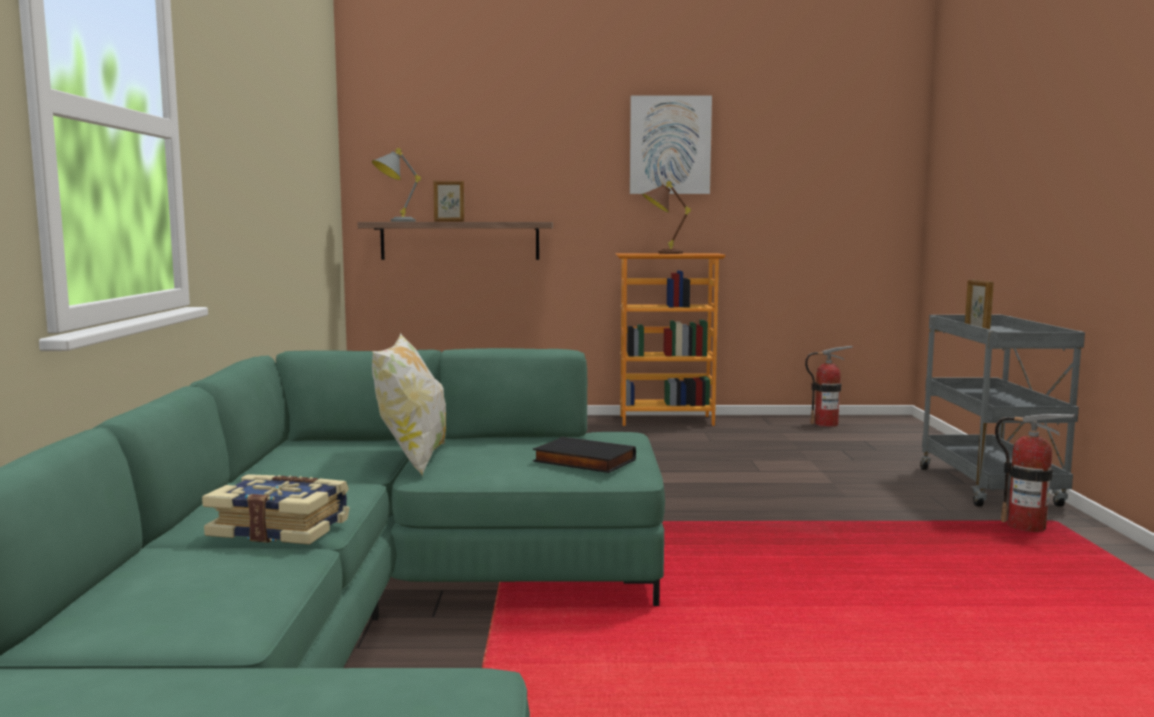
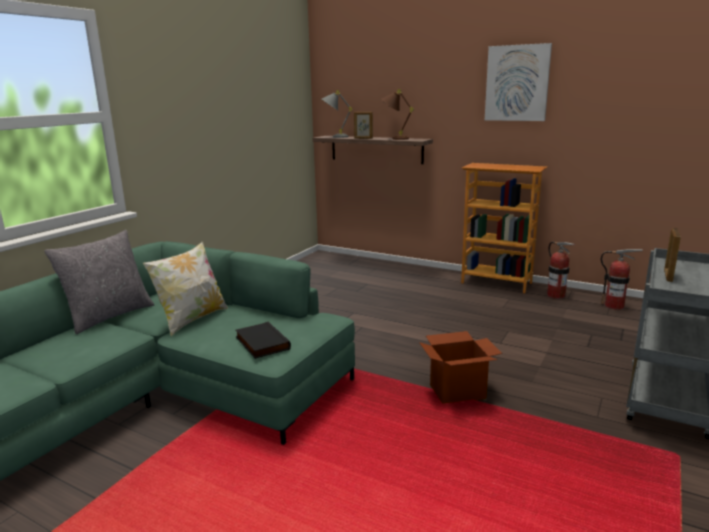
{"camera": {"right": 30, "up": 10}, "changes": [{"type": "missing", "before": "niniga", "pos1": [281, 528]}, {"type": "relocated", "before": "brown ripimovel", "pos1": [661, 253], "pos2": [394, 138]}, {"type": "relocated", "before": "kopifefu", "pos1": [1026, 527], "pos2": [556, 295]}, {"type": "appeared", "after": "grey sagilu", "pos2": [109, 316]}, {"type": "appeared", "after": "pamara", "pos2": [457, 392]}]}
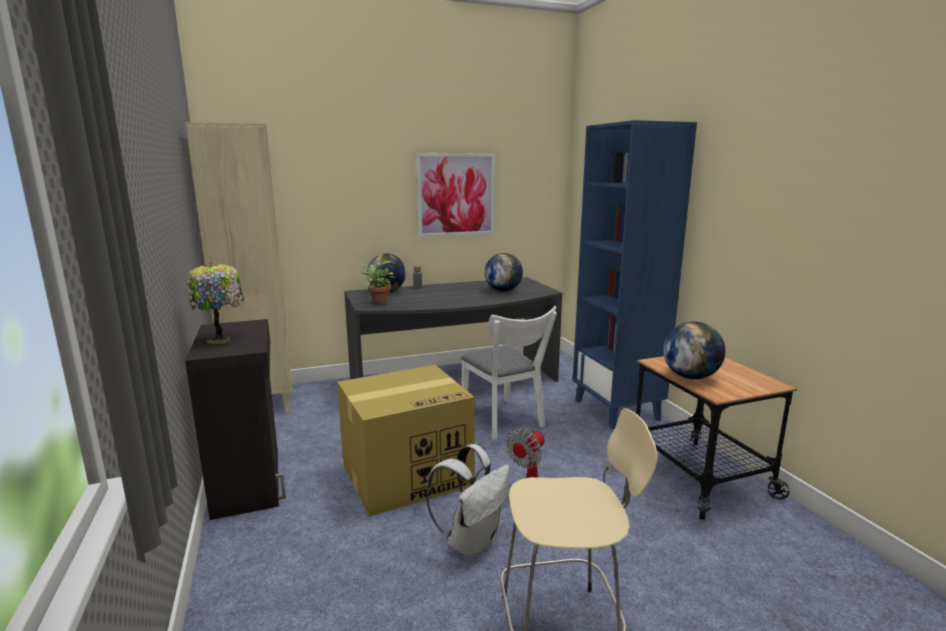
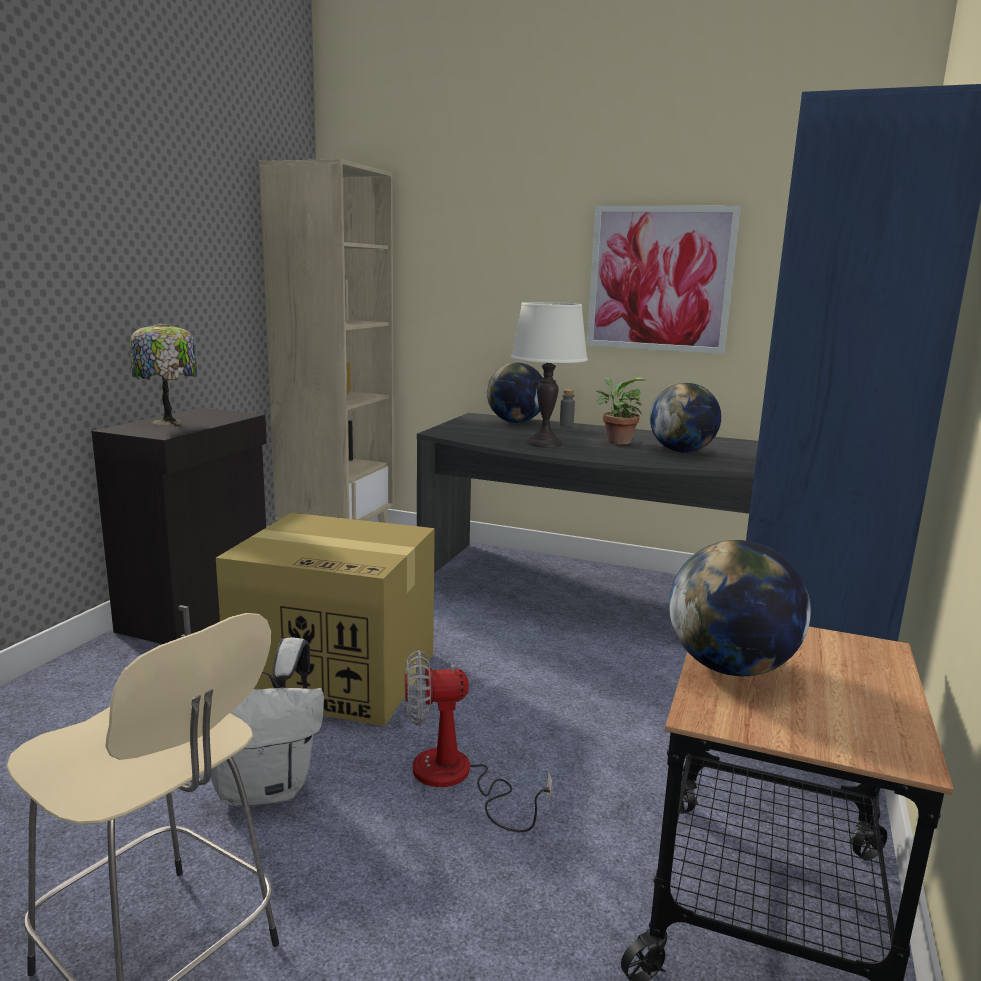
{"camera": {"right": 40, "up": 0}, "changes": [{"type": "relocated", "before": "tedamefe", "pos1": [378, 302], "pos2": [616, 441]}, {"type": "missing", "before": "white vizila", "pos1": [505, 421]}, {"type": "appeared", "after": "white ripimovel", "pos2": [545, 443]}]}
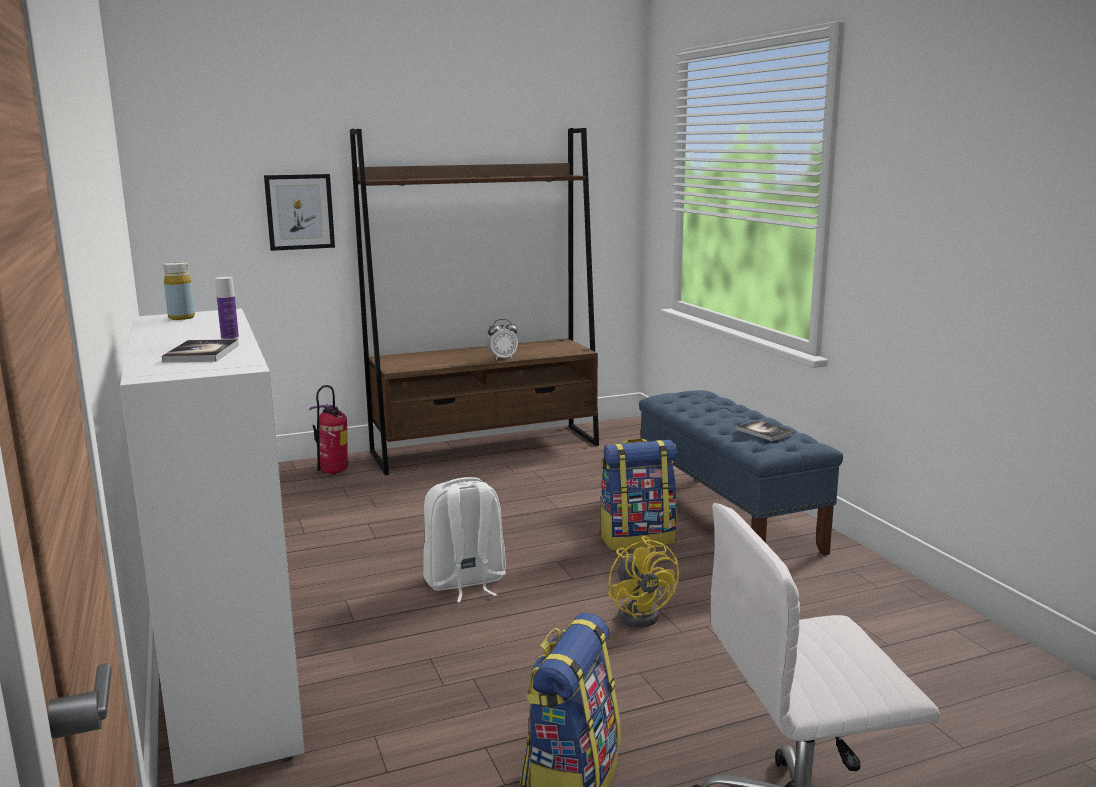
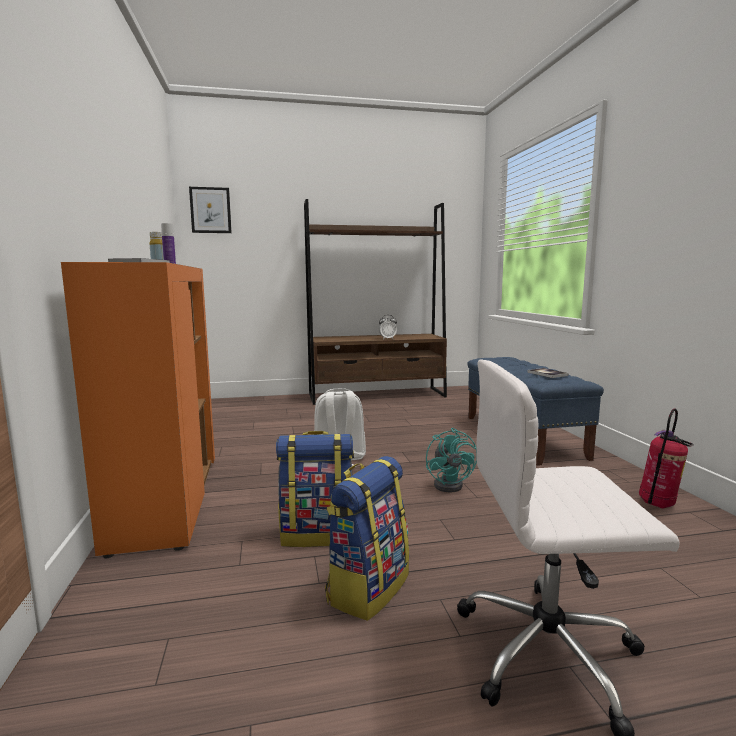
{"camera": {"right": 10, "up": -5}, "changes": [{"type": "colour", "before": "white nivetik", "after": "orange nivetik", "pos1": [229, 682], "pos2": [167, 501]}, {"type": "relocated", "before": "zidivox", "pos1": [299, 212], "pos2": [210, 210]}, {"type": "relocated", "before": "kopifefu", "pos1": [333, 473], "pos2": [658, 506]}, {"type": "relocated", "before": "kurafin", "pos1": [637, 539], "pos2": [318, 534]}, {"type": "colour", "before": "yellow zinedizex", "after": "turquoise zinedizex", "pos1": [642, 613], "pos2": [451, 484]}]}
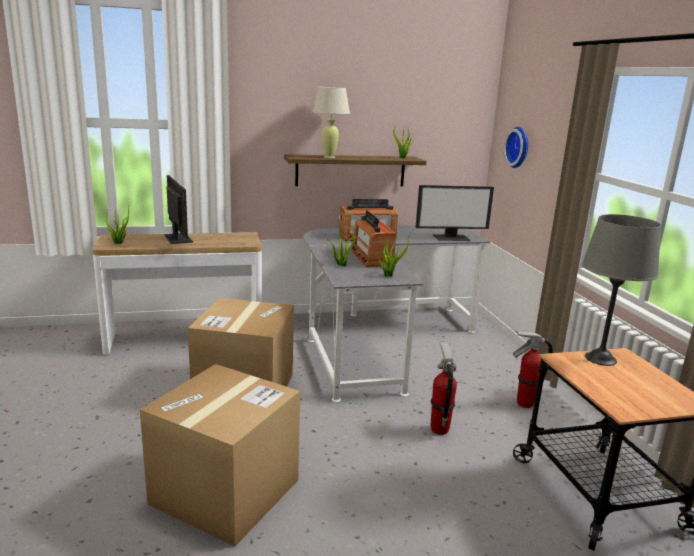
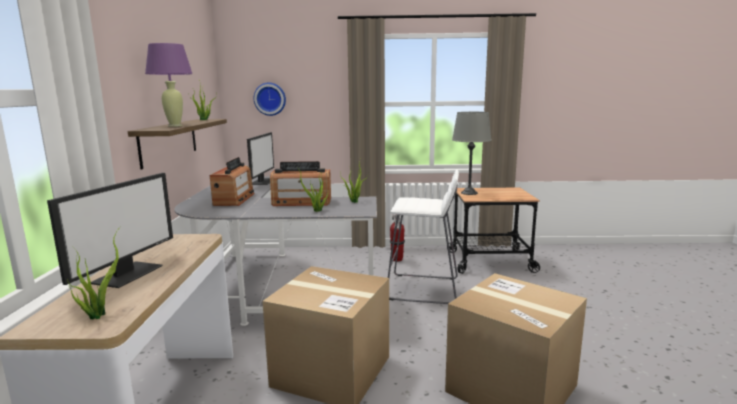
{"camera": {"right": -75, "up": -5}, "changes": [{"type": "spun", "before": "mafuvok", "pos1": [177, 238], "pos2": [127, 274], "turn": 120}, {"type": "colour", "before": "beige ripimovel", "after": "purple ripimovel", "pos1": [329, 157], "pos2": [175, 126]}, {"type": "exchanged", "before": "kopifefu", "after": "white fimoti", "pos1": [439, 429], "pos2": [424, 289]}]}
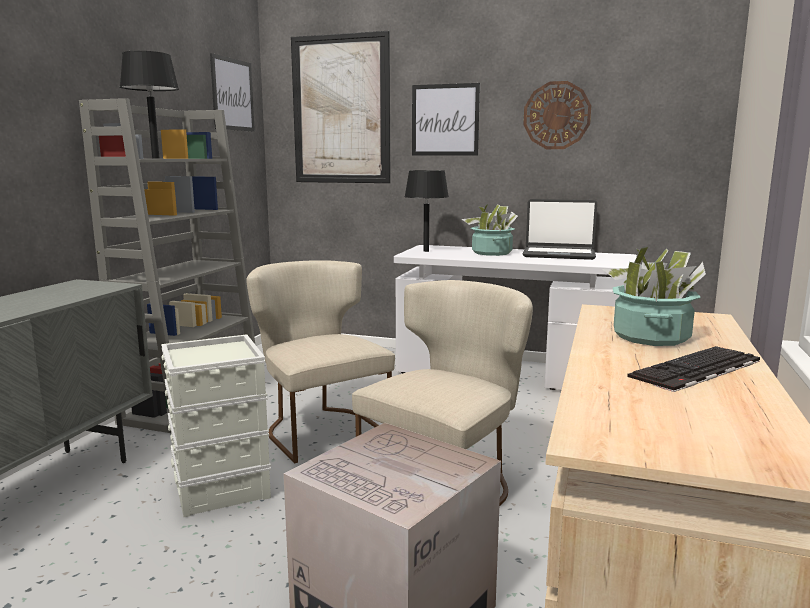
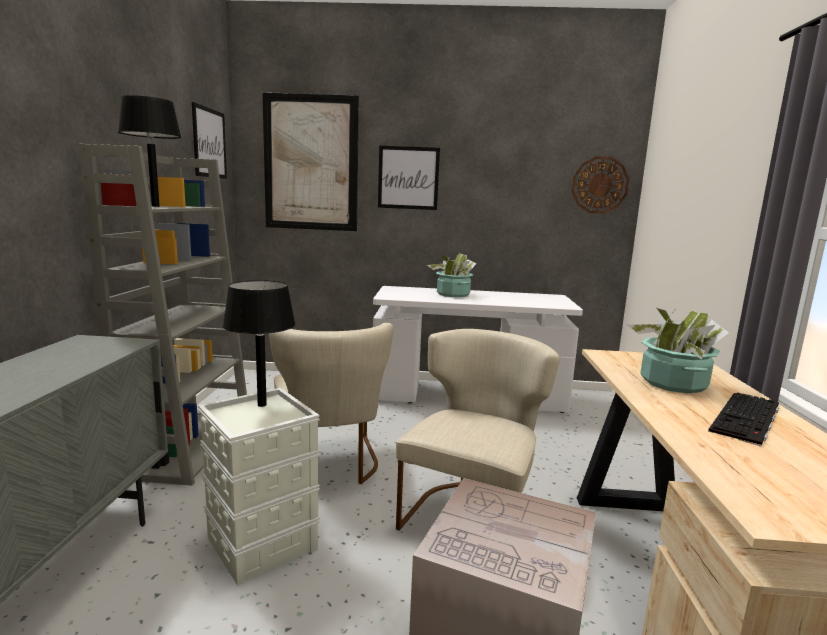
{"camera": {"right": -15, "up": 0}, "changes": [{"type": "spun", "before": "beige vizila", "pos1": [320, 429], "pos2": [330, 465], "turn": -150}, {"type": "relocated", "before": "black ripimovel", "pos1": [426, 251], "pos2": [261, 405]}, {"type": "relocated", "before": "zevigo", "pos1": [556, 115], "pos2": [599, 185]}, {"type": "missing", "before": "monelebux", "pos1": [559, 254]}]}
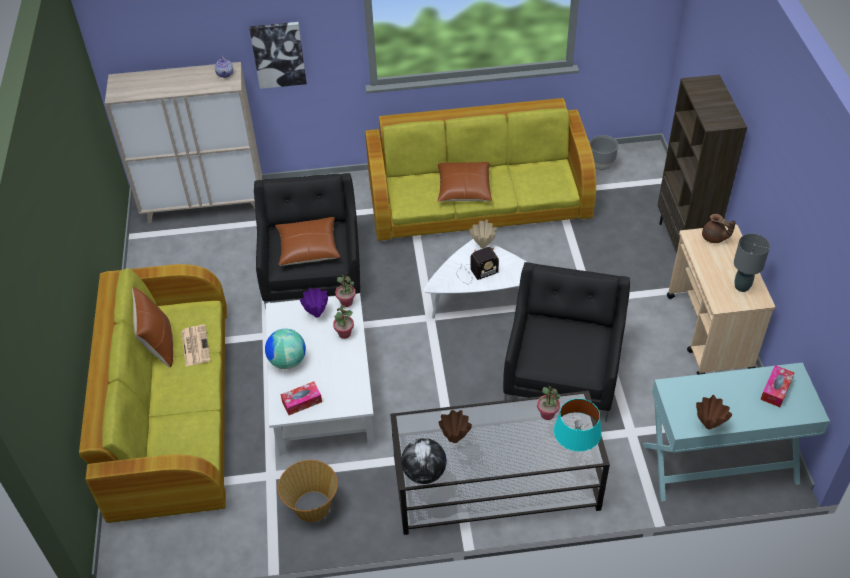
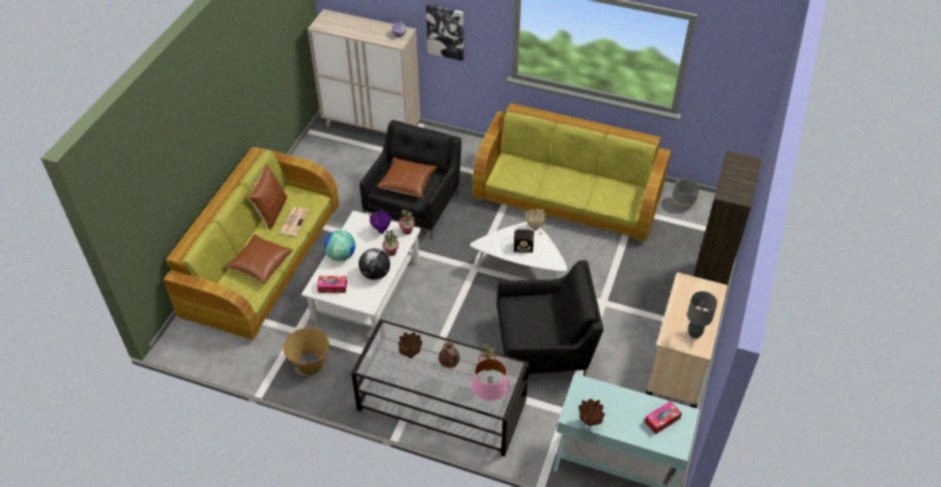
{"camera": {"right": 25, "up": 0}, "changes": [{"type": "relocated", "before": "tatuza", "pos1": [424, 473], "pos2": [375, 274]}, {"type": "relocated", "before": "brown sagilu", "pos1": [464, 189], "pos2": [260, 264]}, {"type": "spun", "before": "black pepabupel", "pos1": [563, 372], "pos2": [545, 346], "turn": 45}, {"type": "colour", "before": "turquoise ripimovel", "after": "pink ripimovel", "pos1": [575, 448], "pos2": [490, 398]}, {"type": "relocated", "before": "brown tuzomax", "pos1": [714, 238], "pos2": [449, 362]}]}
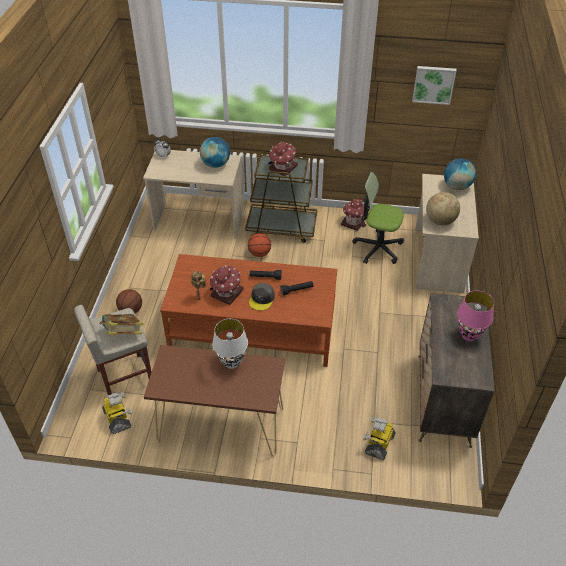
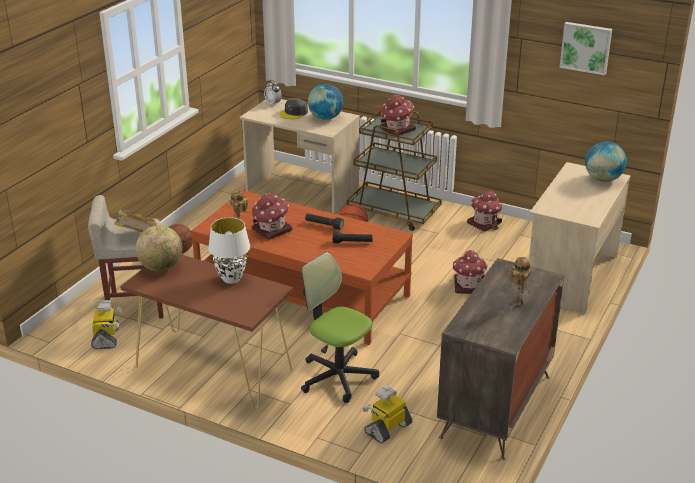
{"camera": {"right": 20, "up": -15}, "changes": [{"type": "relocated", "before": "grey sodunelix", "pos1": [262, 299], "pos2": [294, 113]}, {"type": "relocated", "before": "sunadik", "pos1": [378, 248], "pos2": [337, 376]}, {"type": "relocated", "before": "tatuza", "pos1": [440, 221], "pos2": [161, 267]}, {"type": "exchanged", "before": "pink ripimovel", "after": "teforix", "pos1": [468, 336], "pos2": [517, 302]}, {"type": "appeared", "after": "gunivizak", "pos2": [468, 285]}]}
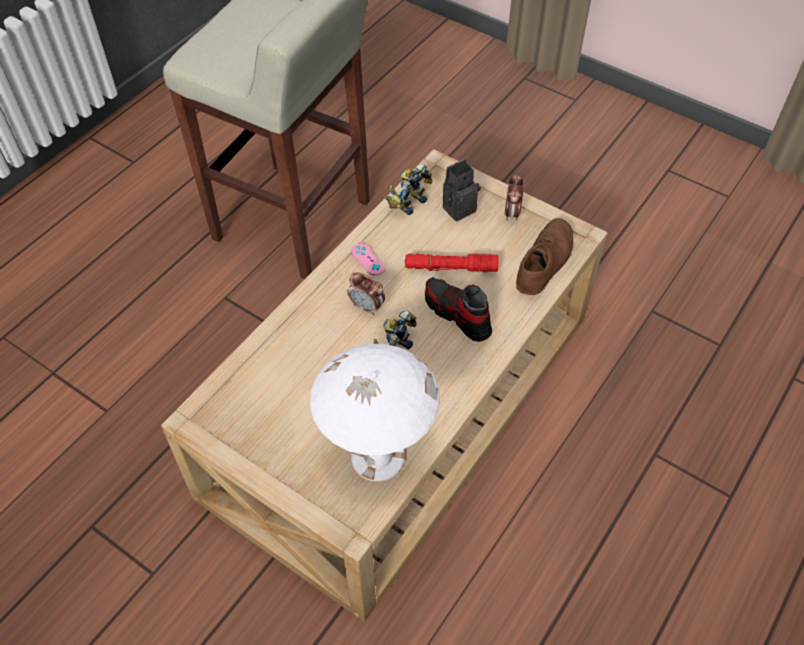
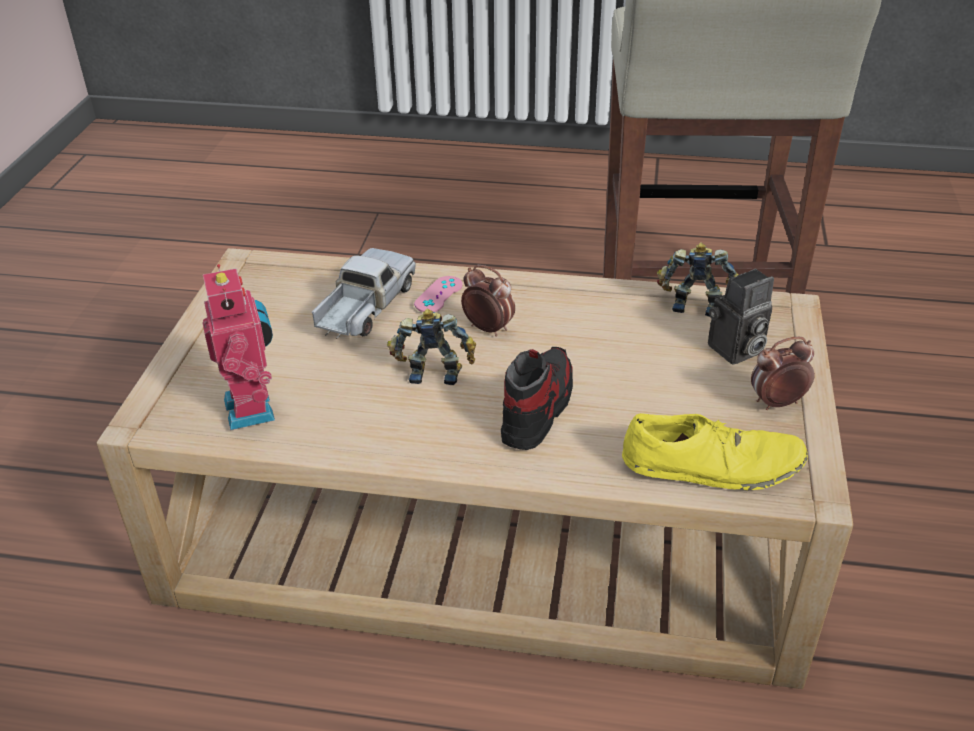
{"camera": {"right": 65, "up": -15}, "changes": [{"type": "exchanged", "before": "white ripimovel", "after": "teforix", "pos1": [376, 457], "pos2": [254, 408]}, {"type": "spun", "before": "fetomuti", "pos1": [367, 307], "pos2": [488, 328], "turn": 120}, {"type": "relocated", "before": "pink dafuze", "pos1": [368, 259], "pos2": [439, 294]}, {"type": "missing", "before": "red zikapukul", "pos1": [450, 268]}, {"type": "spun", "before": "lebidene", "pos1": [459, 207], "pos2": [735, 351], "turn": 120}, {"type": "colour", "before": "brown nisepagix", "after": "yellow nisepagix", "pos1": [544, 261], "pos2": [712, 465]}, {"type": "appeared", "after": "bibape", "pos2": [365, 307]}]}
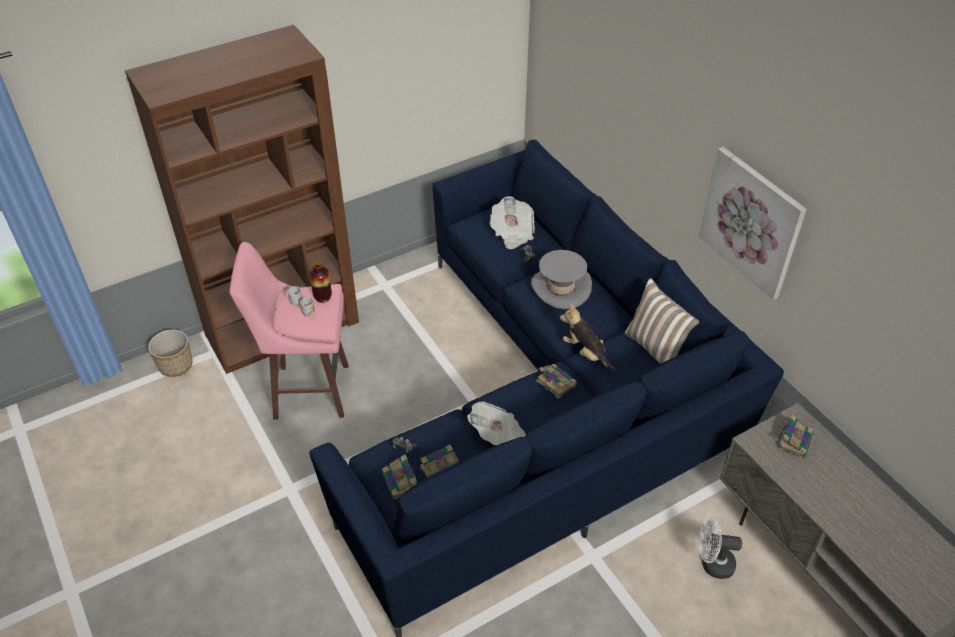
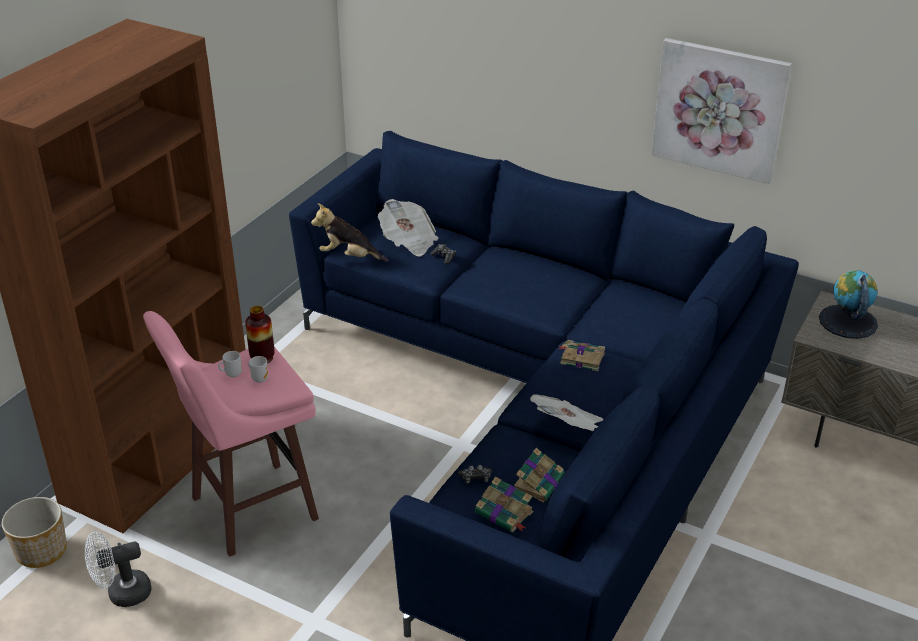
{"camera": {"right": -30, "up": -10}, "changes": [{"type": "missing", "before": "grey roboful", "pos1": [561, 288]}, {"type": "relocated", "before": "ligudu", "pos1": [585, 353], "pos2": [349, 256]}, {"type": "missing", "before": "sagilu", "pos1": [656, 349]}, {"type": "relocated", "before": "white zinedizex", "pos1": [712, 564], "pos2": [122, 594]}, {"type": "exchanged", "before": "niniga", "after": "tatuza", "pos1": [794, 440], "pos2": [847, 321]}]}
